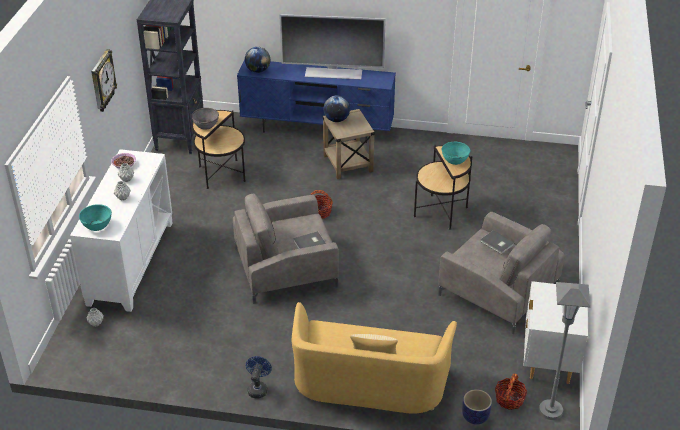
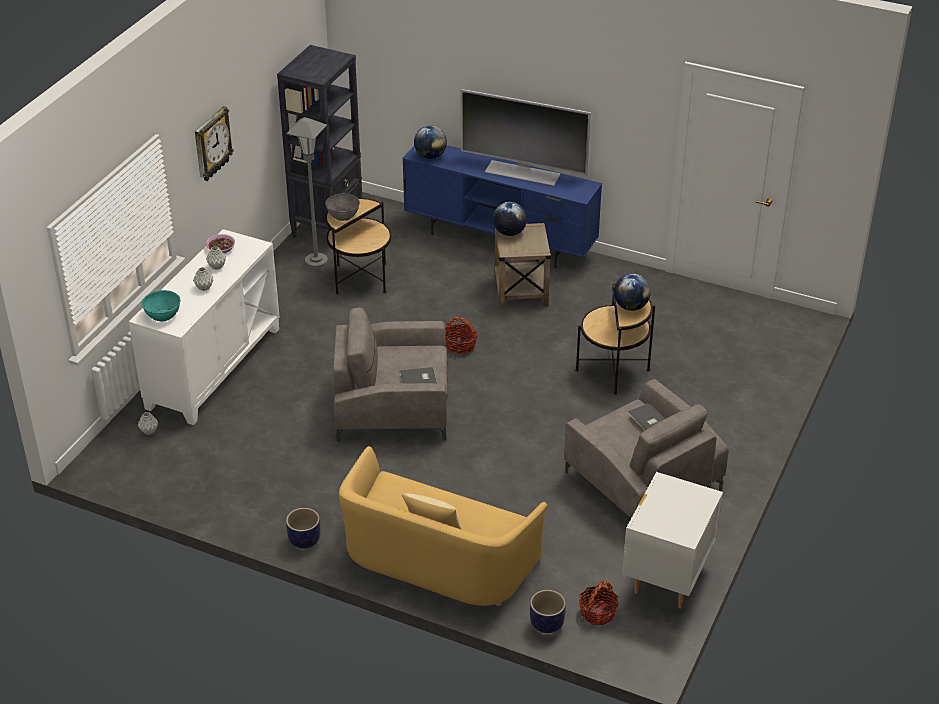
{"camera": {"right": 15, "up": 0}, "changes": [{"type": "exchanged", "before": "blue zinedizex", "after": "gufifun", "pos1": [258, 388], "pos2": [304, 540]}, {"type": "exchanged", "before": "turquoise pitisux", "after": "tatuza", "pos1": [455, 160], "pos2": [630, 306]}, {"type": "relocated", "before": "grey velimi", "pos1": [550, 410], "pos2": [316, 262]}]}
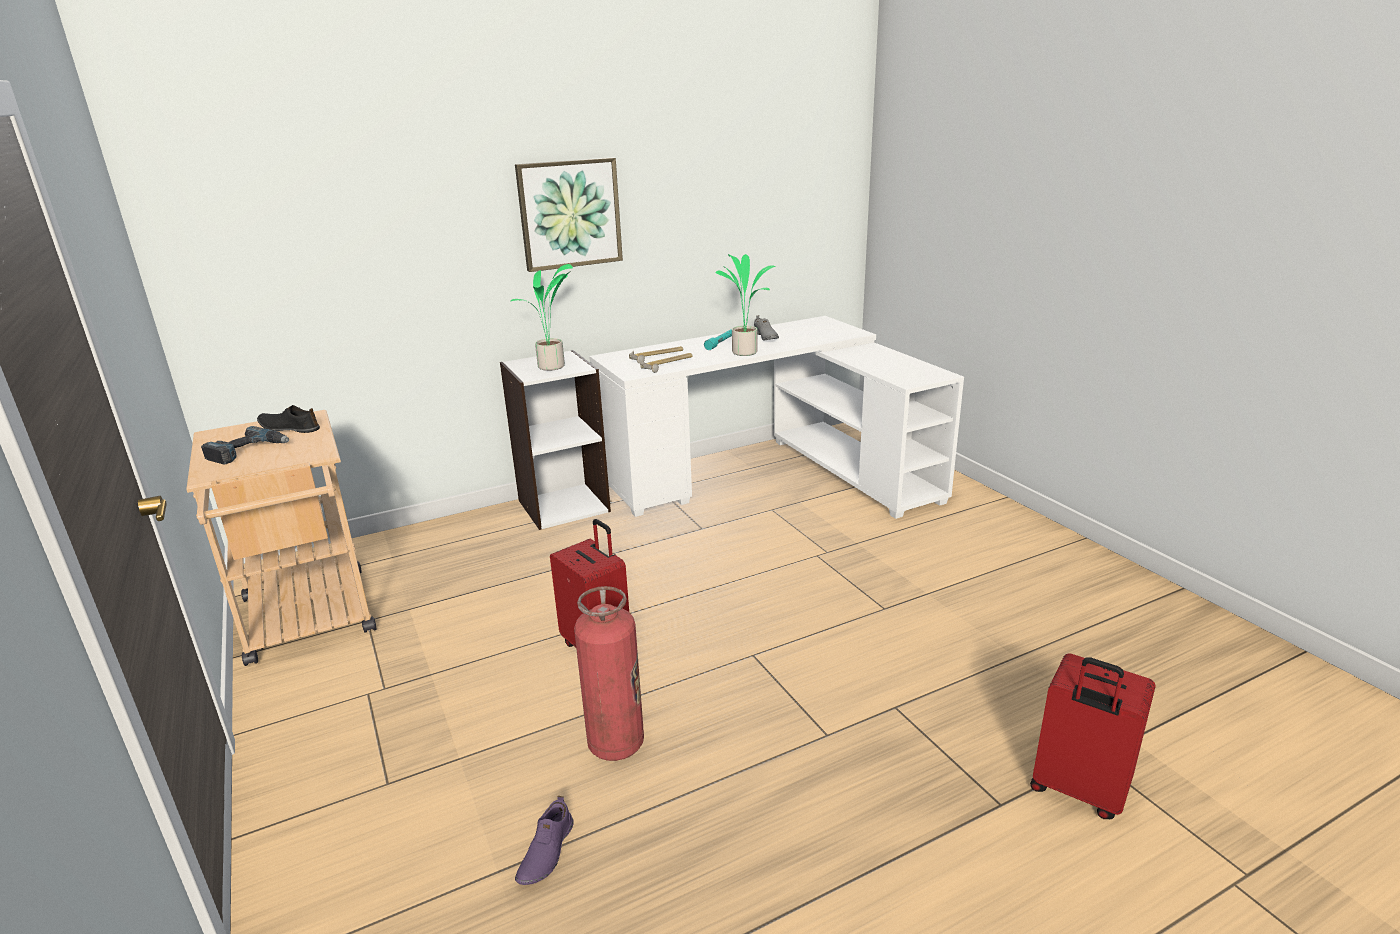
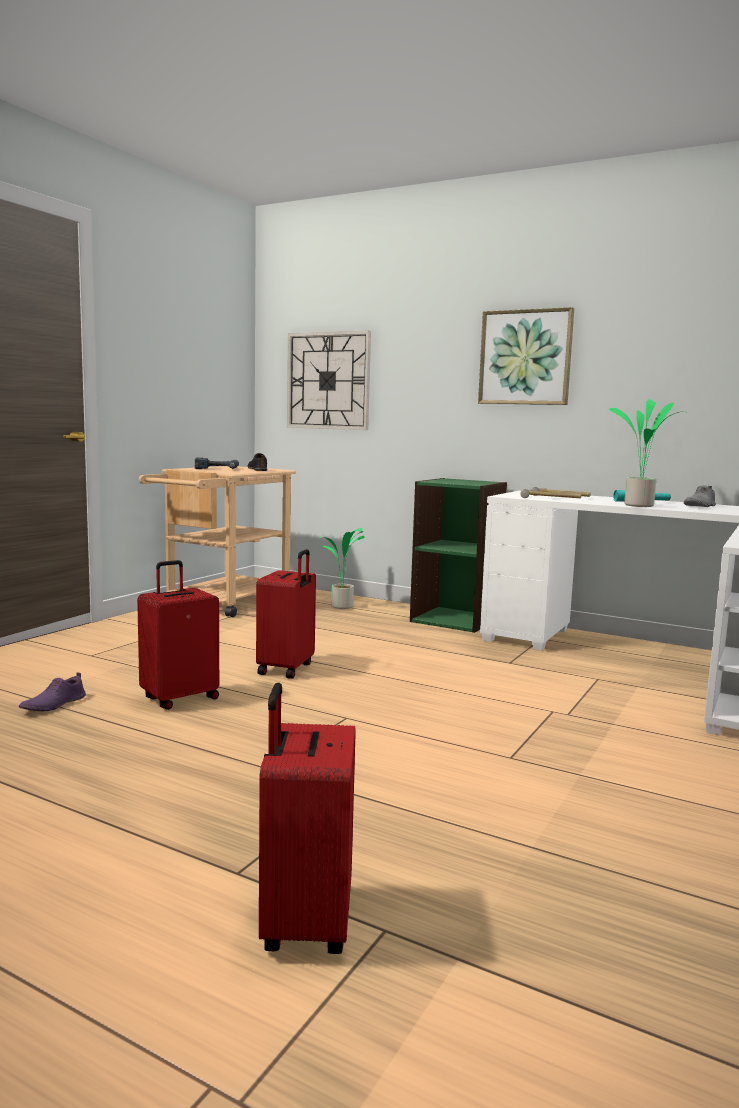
{"camera": {"right": 55, "up": -15}, "changes": [{"type": "colour", "before": "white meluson", "after": "green meluson", "pos1": [563, 505], "pos2": [455, 619]}, {"type": "relocated", "before": "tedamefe", "pos1": [552, 367], "pos2": [342, 607]}, {"type": "spun", "before": "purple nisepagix", "pos1": [545, 852], "pos2": [53, 705], "turn": -45}, {"type": "exchanged", "before": "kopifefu", "after": "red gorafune", "pos1": [616, 744], "pos2": [179, 698]}, {"type": "appeared", "after": "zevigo", "pos2": [328, 381]}]}
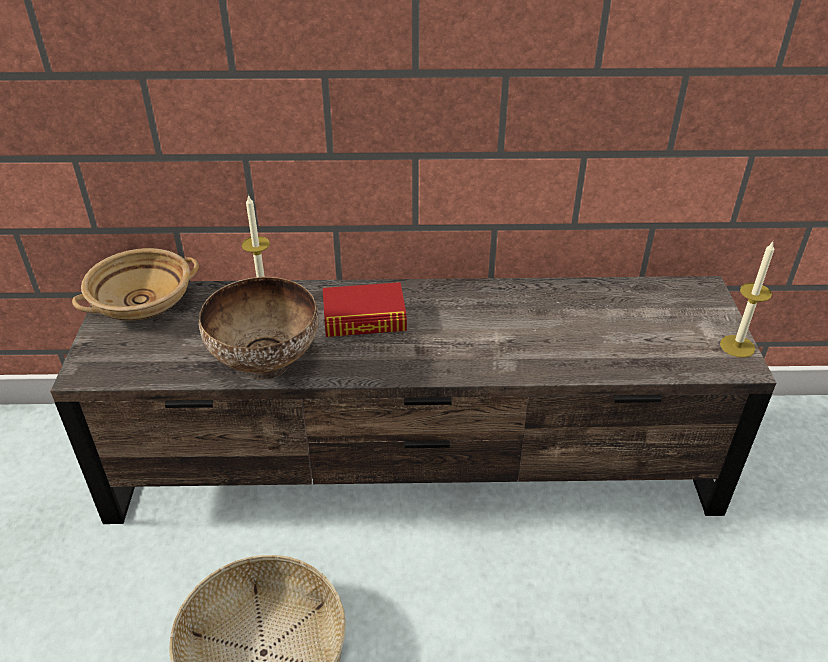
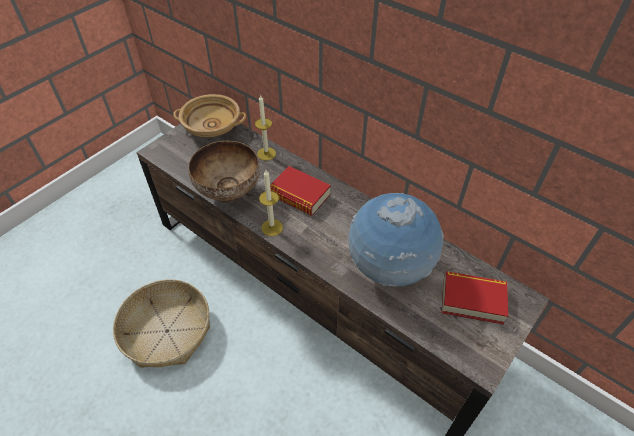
{"camera": {"right": 40, "up": 10}, "changes": [{"type": "relocated", "before": "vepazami", "pos1": [737, 346], "pos2": [272, 227]}, {"type": "appeared", "after": "tatuza", "pos2": [389, 269]}, {"type": "appeared", "after": "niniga", "pos2": [472, 300]}]}
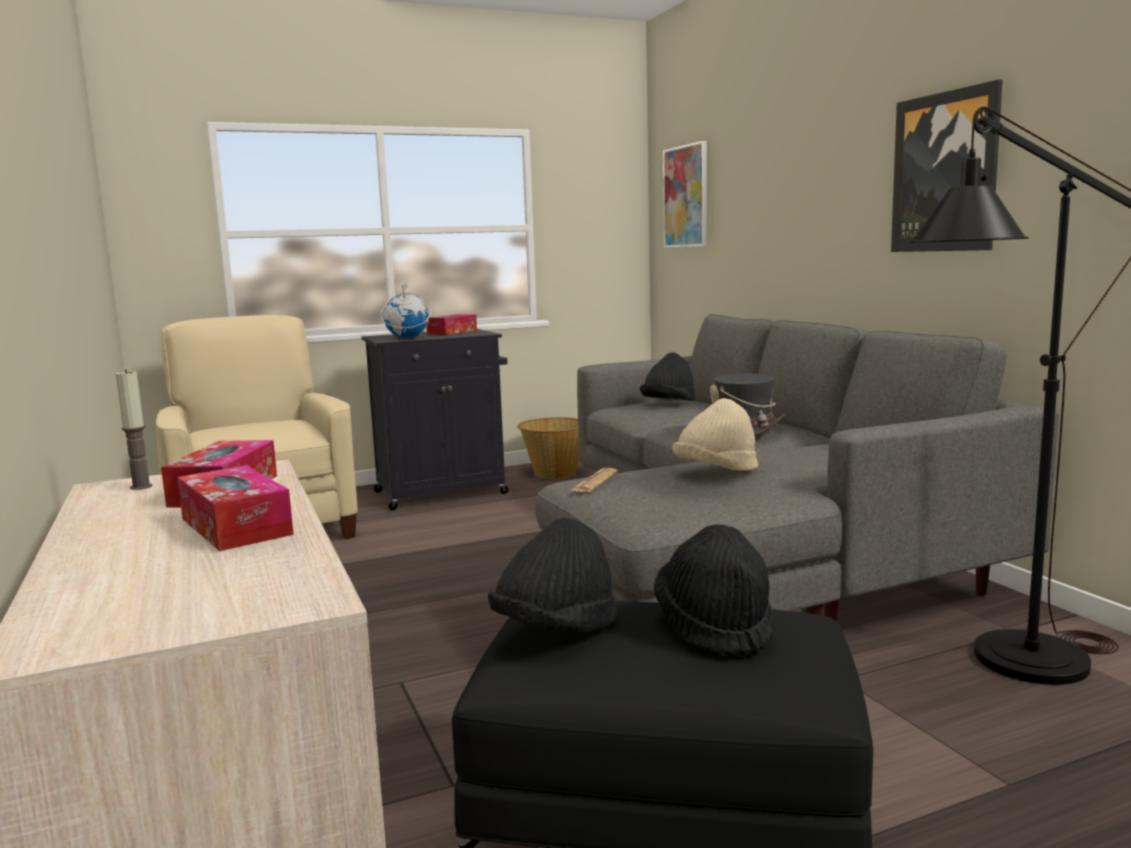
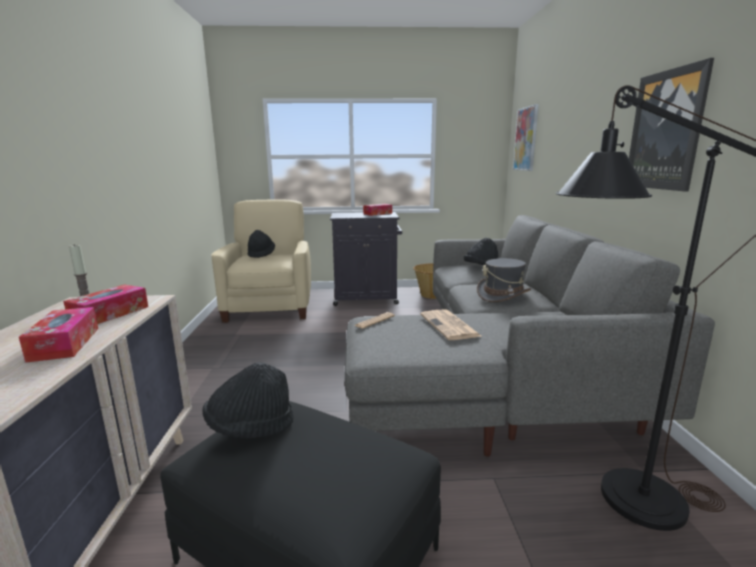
{"camera": {"right": 20, "up": 5}, "changes": [{"type": "missing", "before": "tatuza", "pos1": [407, 338]}, {"type": "relocated", "before": "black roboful", "pos1": [715, 627], "pos2": [261, 254]}, {"type": "exchanged", "before": "beige roboful", "after": "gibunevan", "pos1": [715, 472], "pos2": [450, 326]}]}
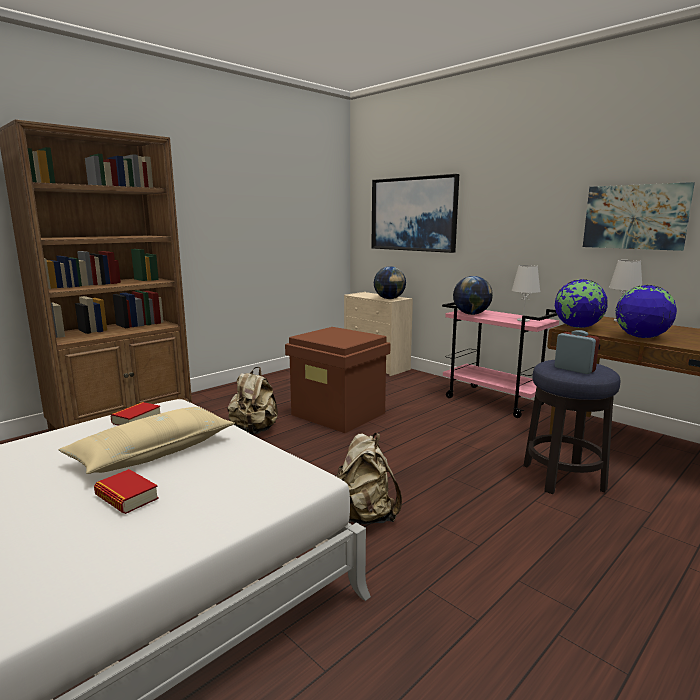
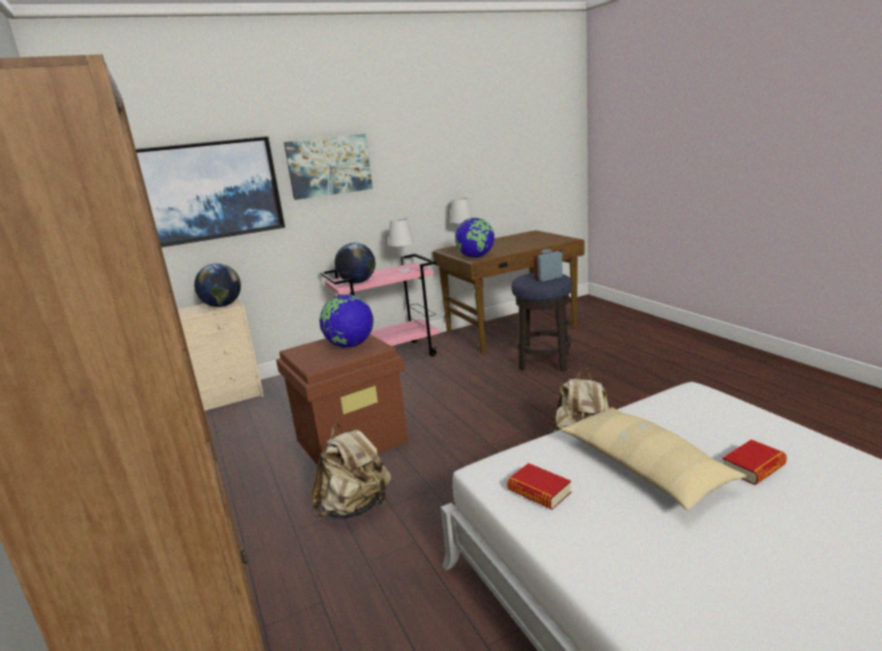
{"camera": {"right": -70, "up": 5}, "changes": [{"type": "relocated", "before": "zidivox", "pos1": [635, 217], "pos2": [329, 166]}, {"type": "relocated", "before": "tatuza", "pos1": [641, 337], "pos2": [350, 345]}]}
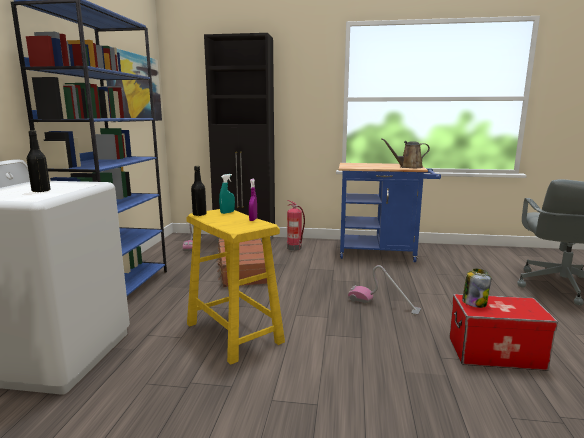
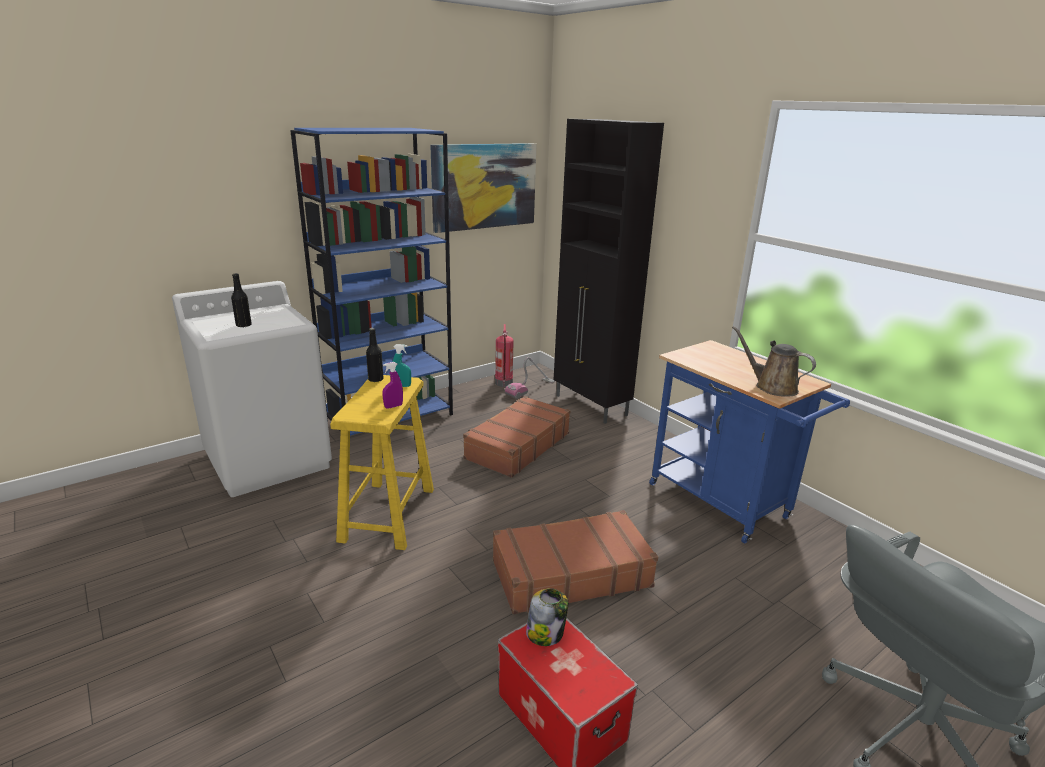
{"camera": {"right": 45, "up": 10}, "changes": [{"type": "relocated", "before": "kopifefu", "pos1": [295, 248], "pos2": [504, 383]}, {"type": "exchanged", "before": "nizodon", "after": "brown gorafune", "pos1": [383, 304], "pos2": [570, 573]}]}
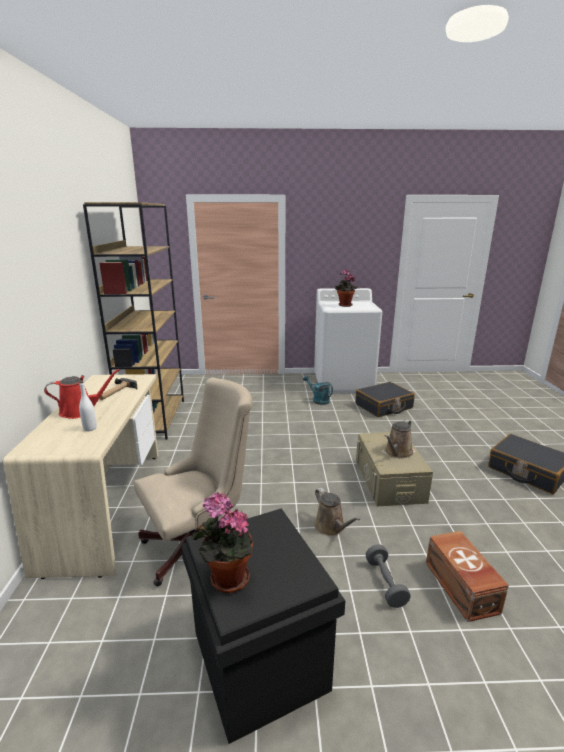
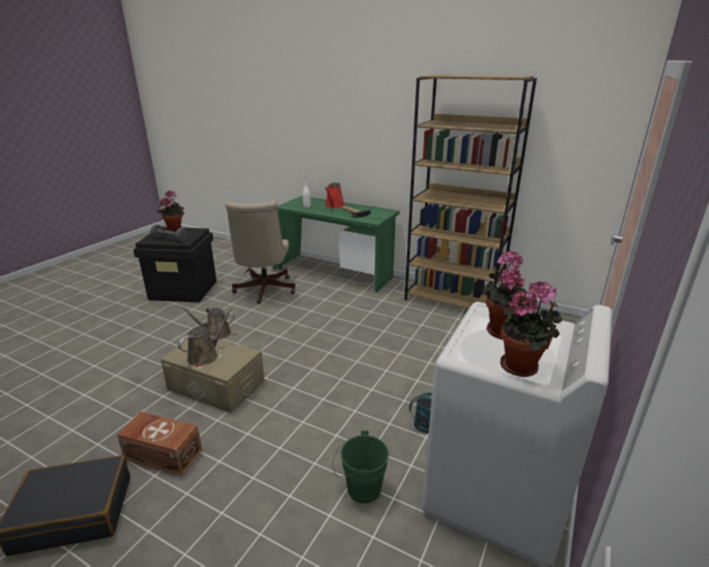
{"camera": {"right": 120, "up": 5}, "changes": [{"type": "colour", "before": "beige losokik", "after": "green losokik", "pos1": [109, 505], "pos2": [333, 273]}, {"type": "exchanged", "before": "black gorafune", "after": "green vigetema", "pos1": [384, 406], "pos2": [360, 489]}, {"type": "relocated", "before": "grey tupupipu", "pos1": [385, 583], "pos2": [170, 239]}, {"type": "spun", "before": "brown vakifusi", "pos1": [397, 452], "pos2": [205, 355], "turn": 60}, {"type": "relocated", "before": "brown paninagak", "pos1": [460, 588], "pos2": [163, 454]}, {"type": "appeared", "after": "tedamefe", "pos2": [522, 367]}]}
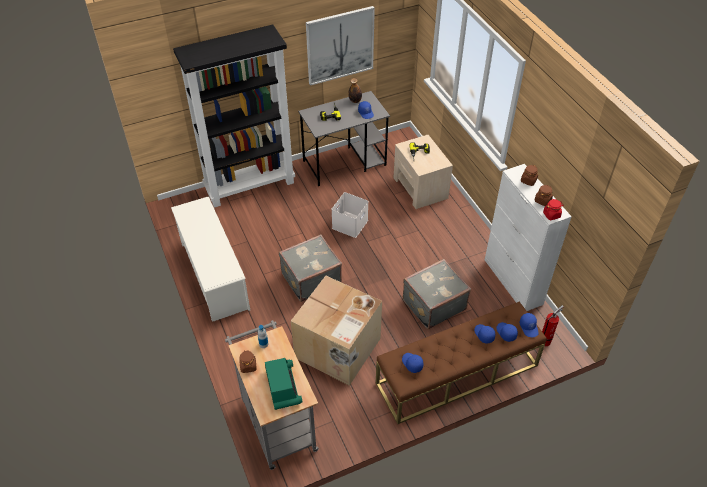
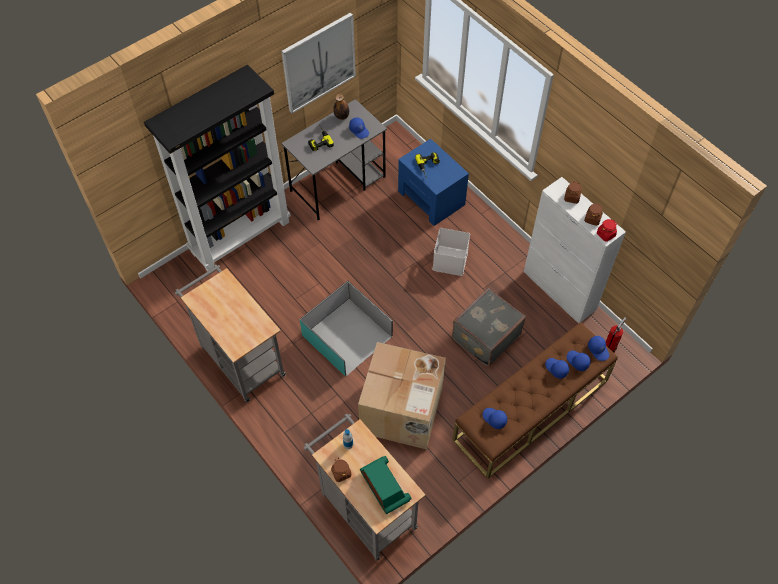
{"camera": {"right": -15, "up": 10}, "changes": [{"type": "exchanged", "before": "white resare", "after": "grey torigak", "pos1": [214, 275], "pos2": [239, 357]}, {"type": "exchanged", "before": "grey gorafune", "after": "turquoise paninagak", "pos1": [310, 278], "pos2": [346, 336]}, {"type": "relocated", "before": "white paninagak", "pos1": [350, 225], "pos2": [450, 261]}, {"type": "colour", "before": "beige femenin", "after": "blue femenin", "pos1": [420, 188], "pos2": [431, 198]}]}
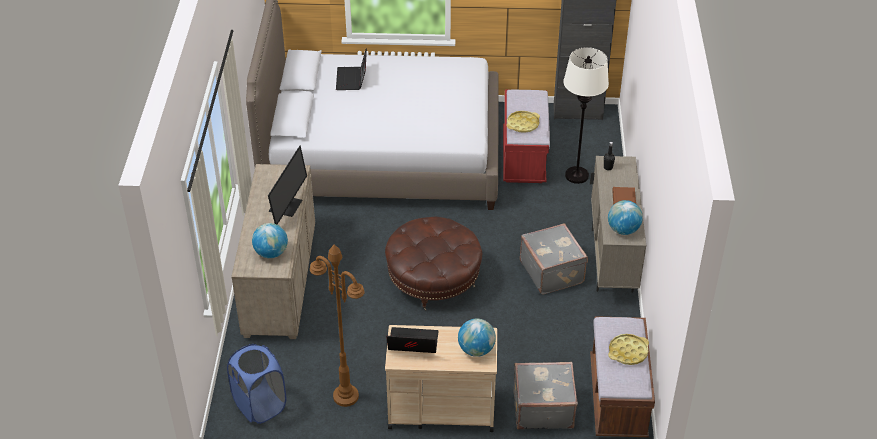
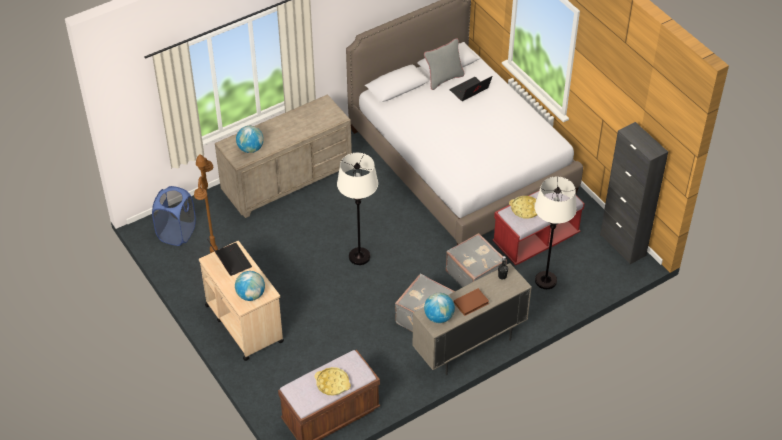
{"camera": {"right": 55, "up": 5}, "changes": [{"type": "missing", "before": "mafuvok", "pos1": [286, 206]}, {"type": "exchanged", "before": "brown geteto", "after": "white velimi", "pos1": [433, 279], "pos2": [359, 256]}, {"type": "relocated", "before": "grey gorafune", "pos1": [542, 408], "pos2": [475, 275]}, {"type": "appeared", "after": "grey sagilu", "pos2": [444, 79]}]}
